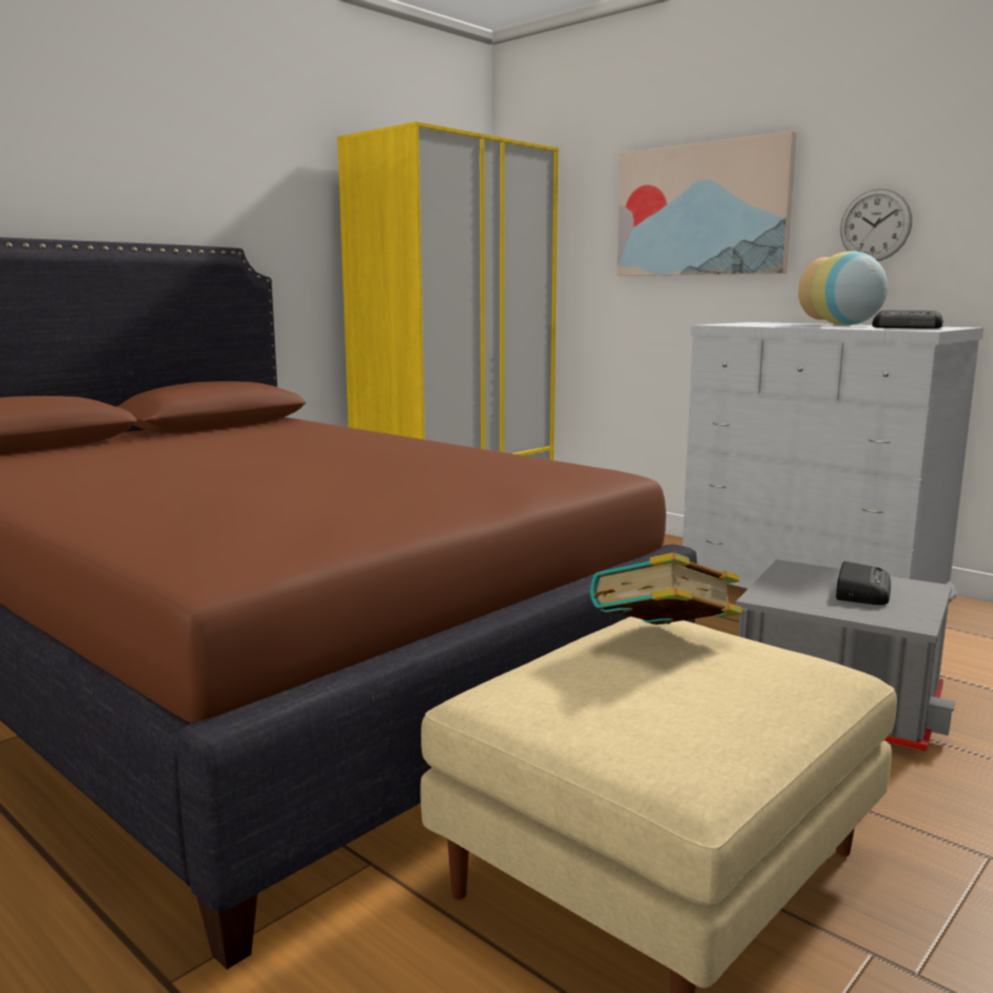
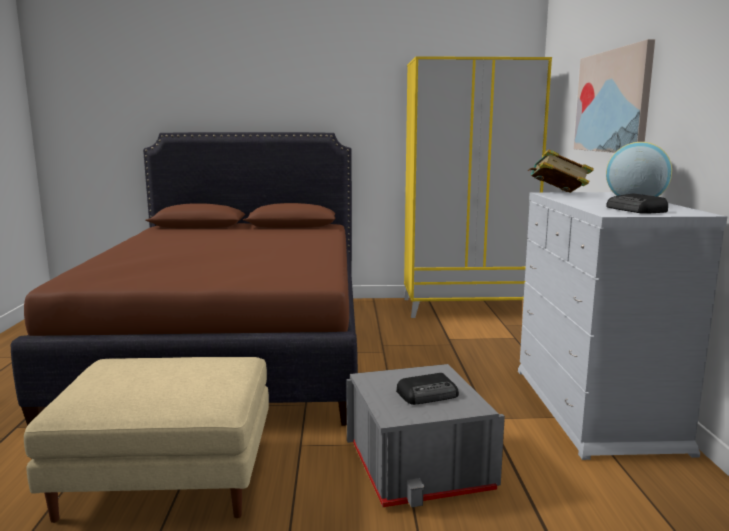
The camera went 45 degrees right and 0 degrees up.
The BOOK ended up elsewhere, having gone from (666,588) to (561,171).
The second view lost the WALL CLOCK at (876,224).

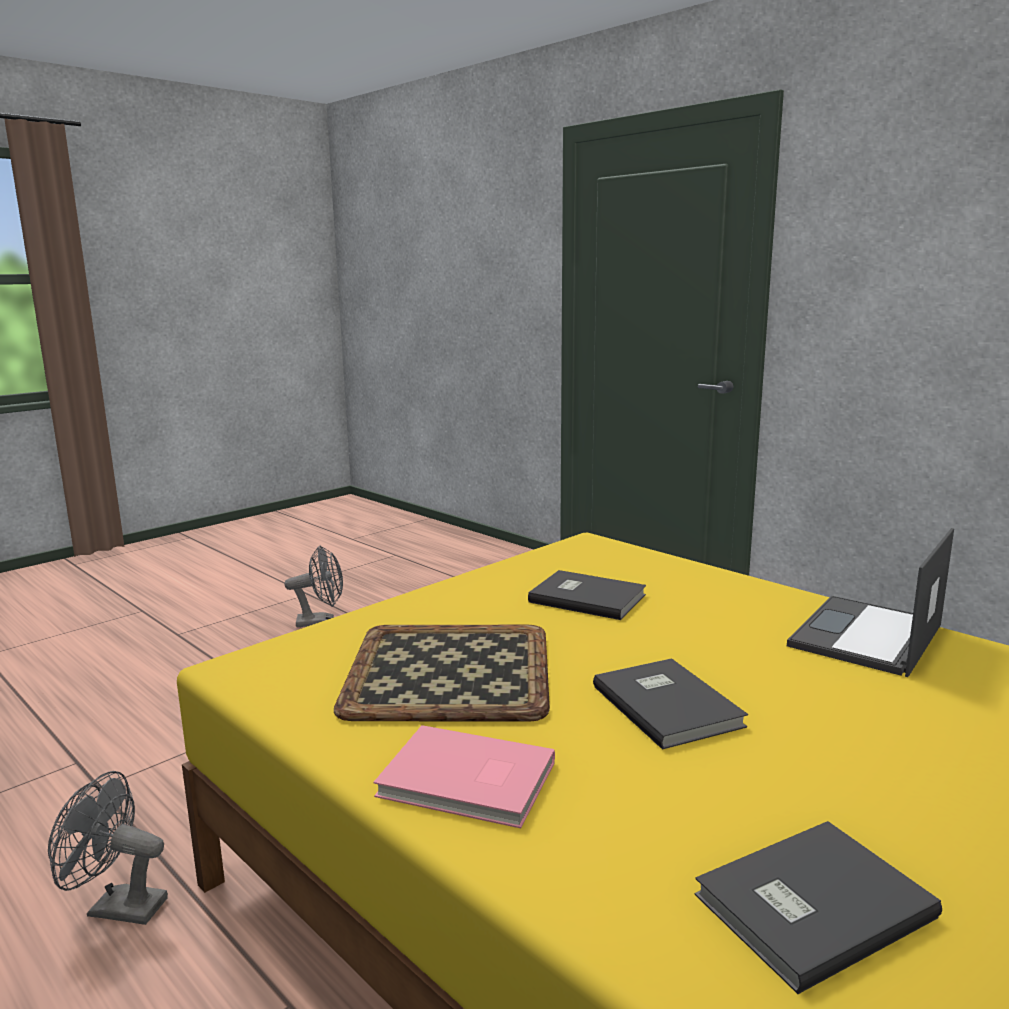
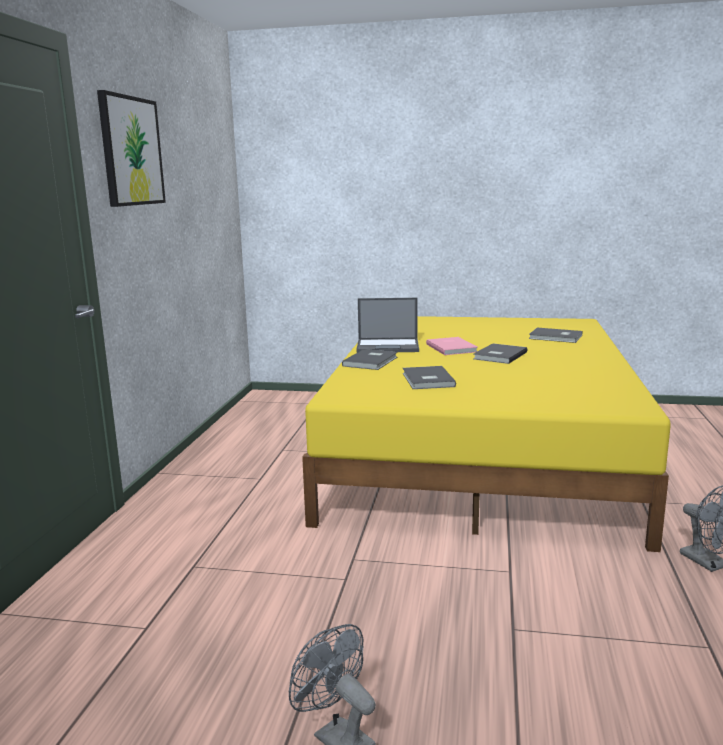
The camera went 125 degrees left and 0 degrees up.
The second view lost the TRAY at (442,673).
The PINK BOOK ended up elsewhere, having gone from (464,776) to (451,346).
The second view gained the PICTURE at (131,148).
The second view gained the GREY BOOK at (369,359).

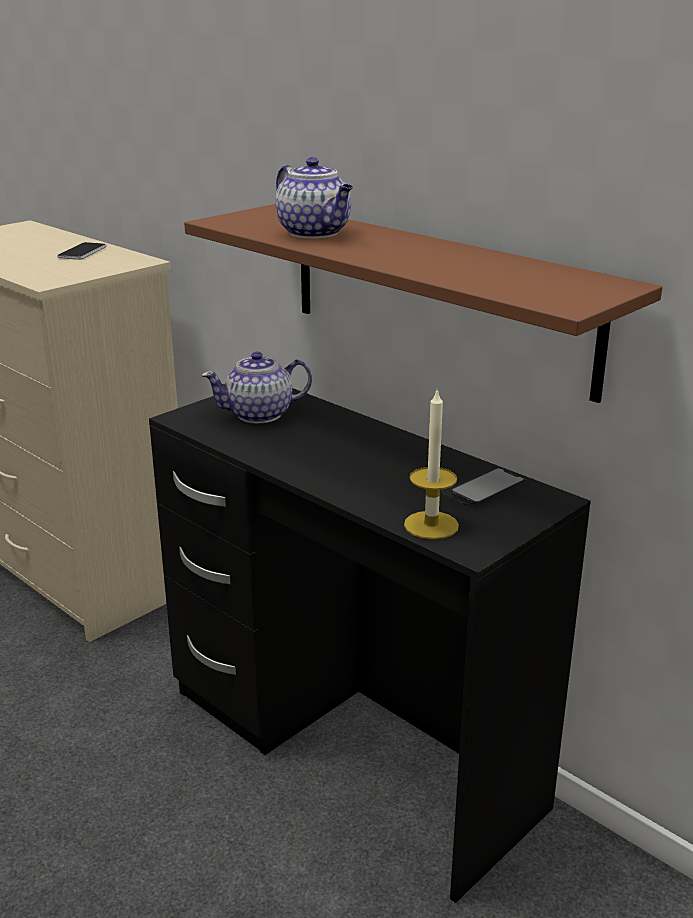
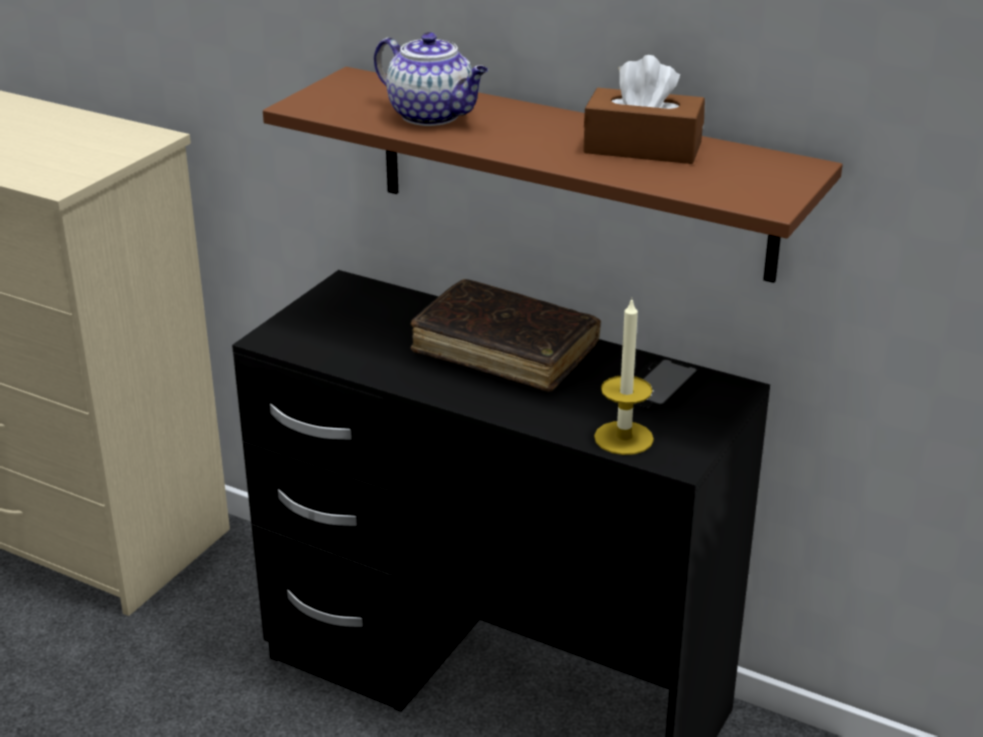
The camera went 15 degrees left and 5 degrees up.
The second view lost the PHONE at (82,251).
The second view lost the TEAPOT at (256,387).
The second view gained the BROWN BOOK at (505,335).
The second view gained the BROWN TISSUE BOX at (644,109).

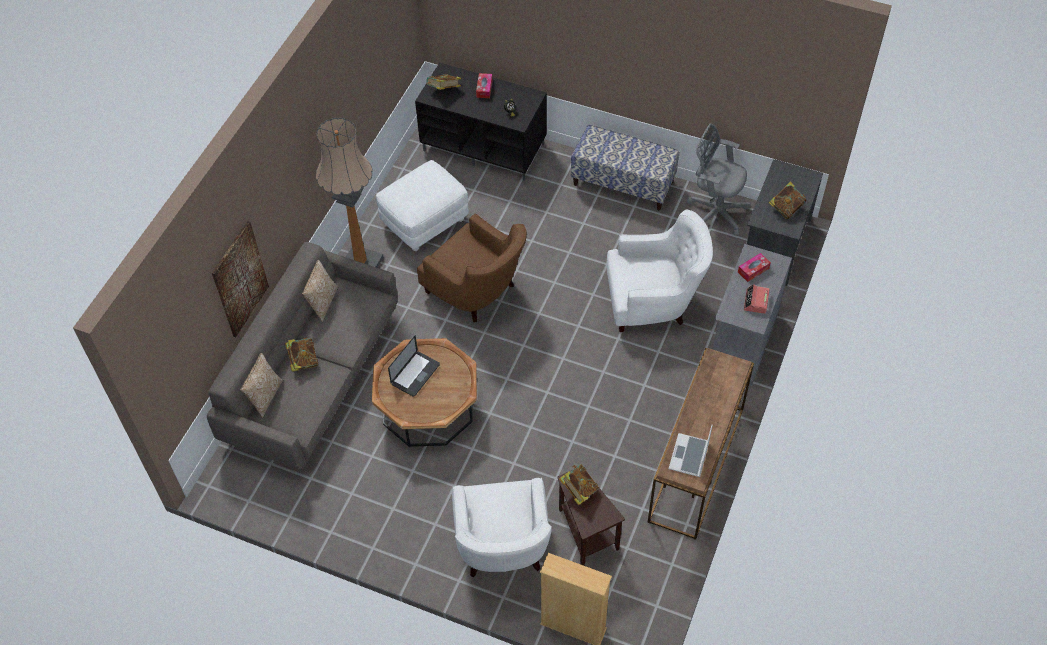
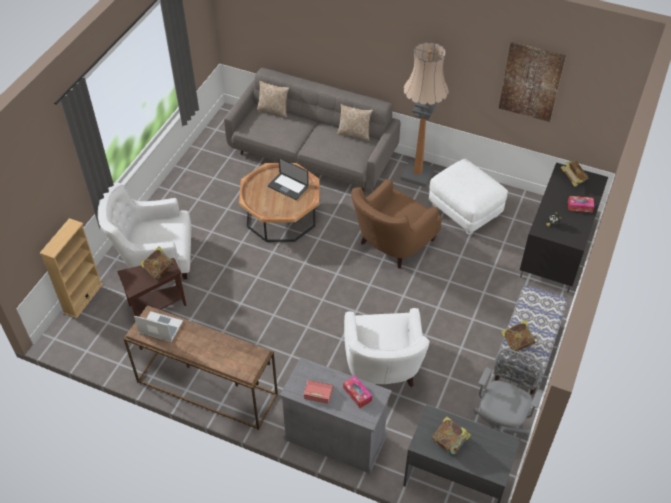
The camera went 90 degrees right and 5 degrees down.
The PICTURE ended up elsewhere, having gone from (240,279) to (532,82).
The BOOK ended up elsewhere, having gone from (302,355) to (519,336).

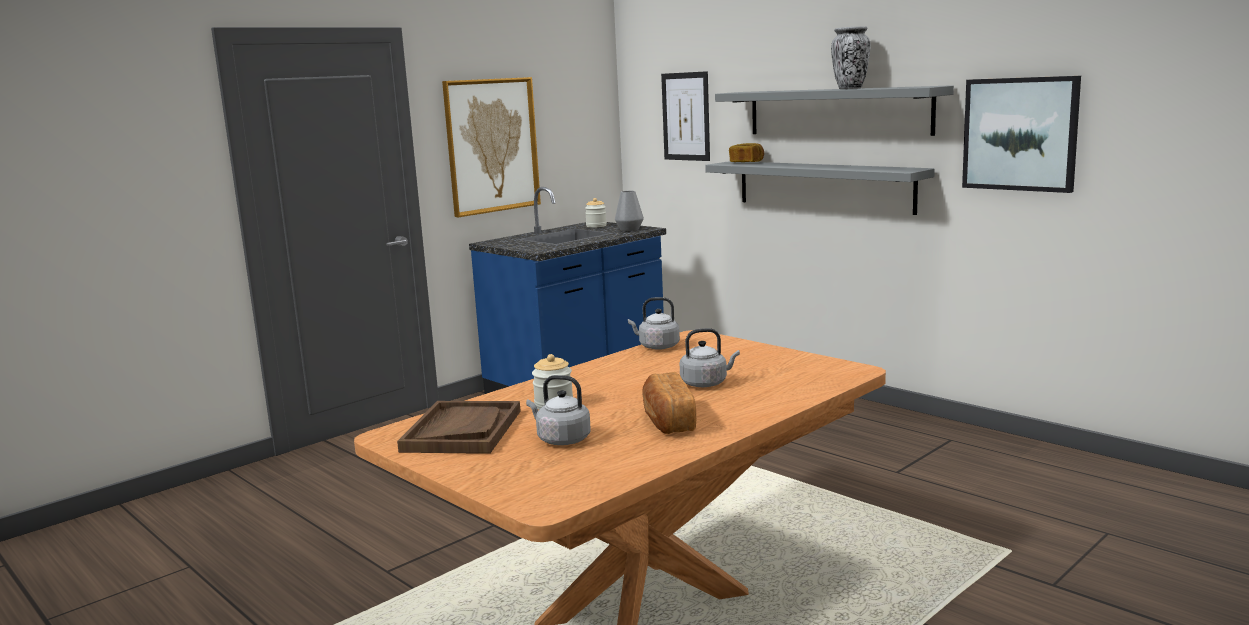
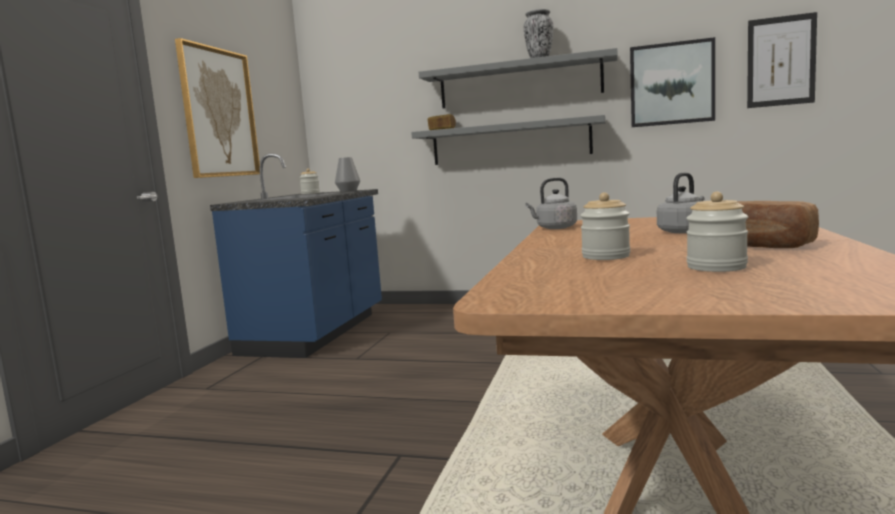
The camera went 30 degrees left and 5 degrees down.
The second view lost the BROWN TRAY at (459,427).
Where the GREY KETTLE stood at (558,410), the JAR came to stand at (717,232).
The PICTURE ended up elsewhere, having gone from (685,116) to (782,60).

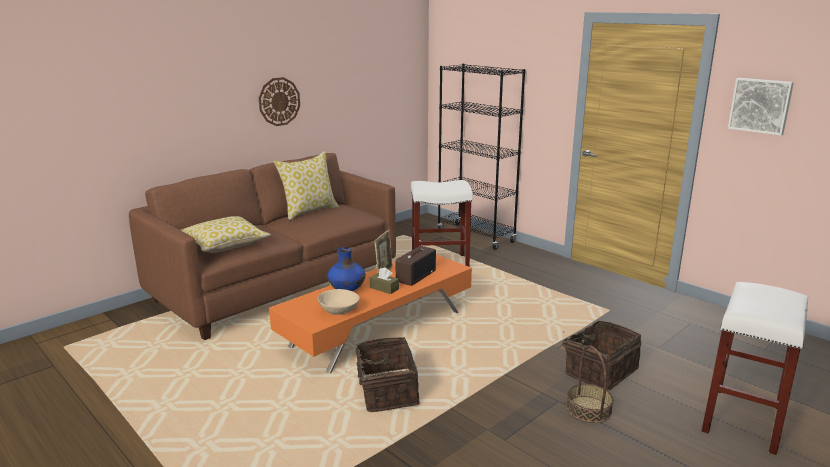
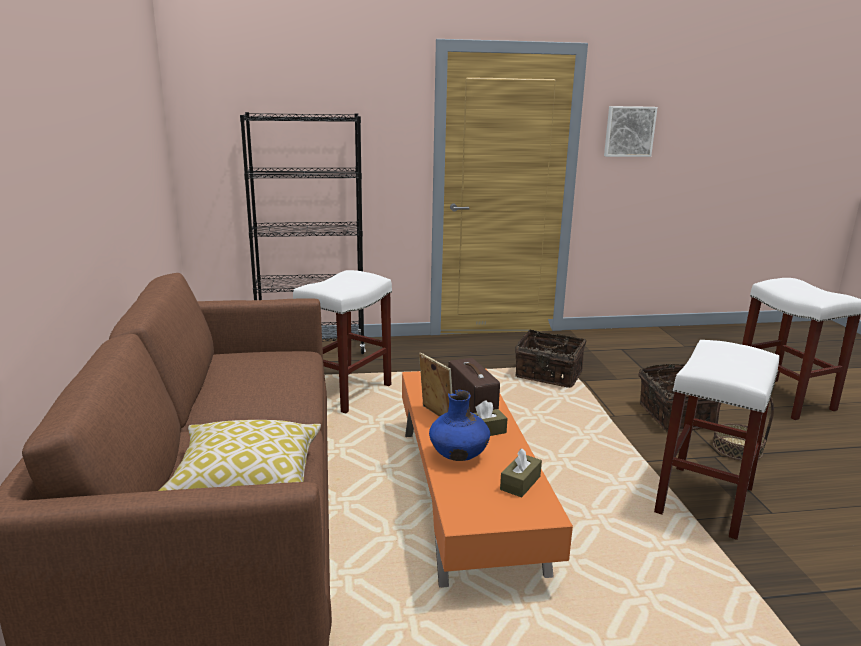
The camera went 55 degrees left and 0 degrees up.
The second view lost the WALL CLOCK at (279,101).
The second view lost the PILLOW at (306,185).
Where the BEIGE BOWL stood at (339,302), the BROWN TISSUE BOX came to stand at (521,473).
The BASKET ended up elsewhere, having gone from (382,374) to (550,359).
The second view gained the WHITE STOOL at (716,440).

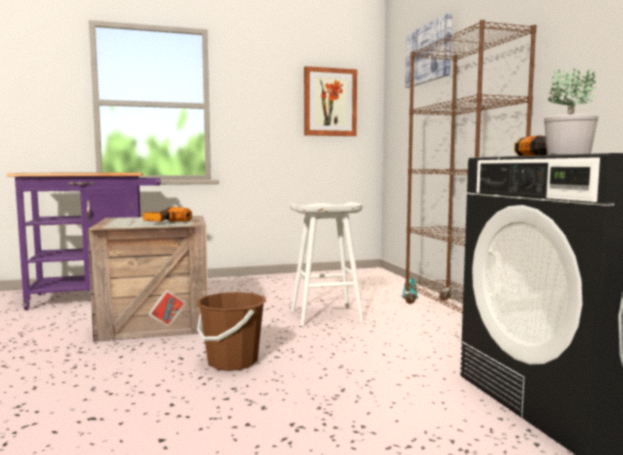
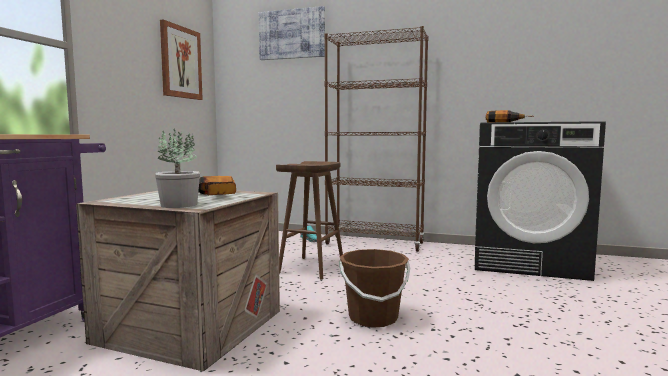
The camera went 55 degrees left and 0 degrees up.
What was the WHITE STOOL at (327,264) turned into the BROWN STOOL at (309,220).
The POTTED PLANT ended up elsewhere, having gone from (571,111) to (177,168).

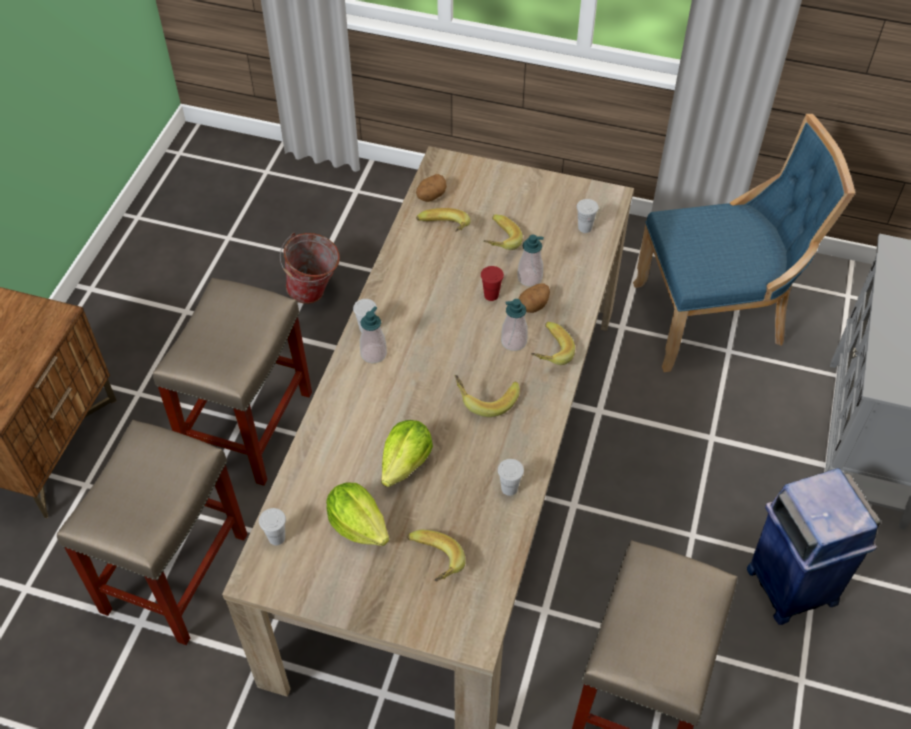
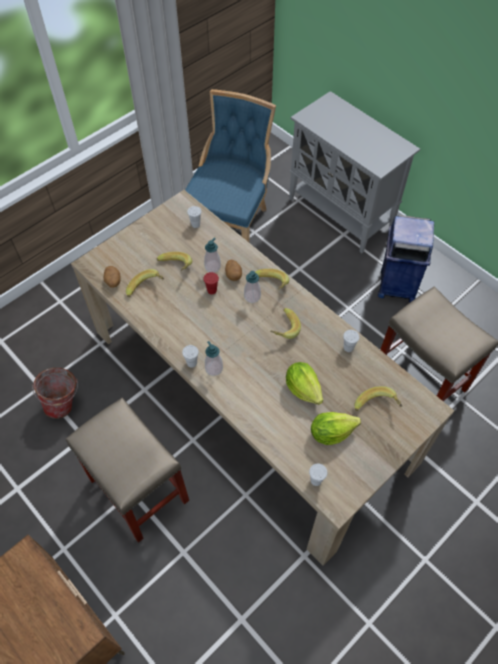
The camera went 60 degrees left and 5 degrees up.
The second view lost the BEIGE STOOL at (152,532).

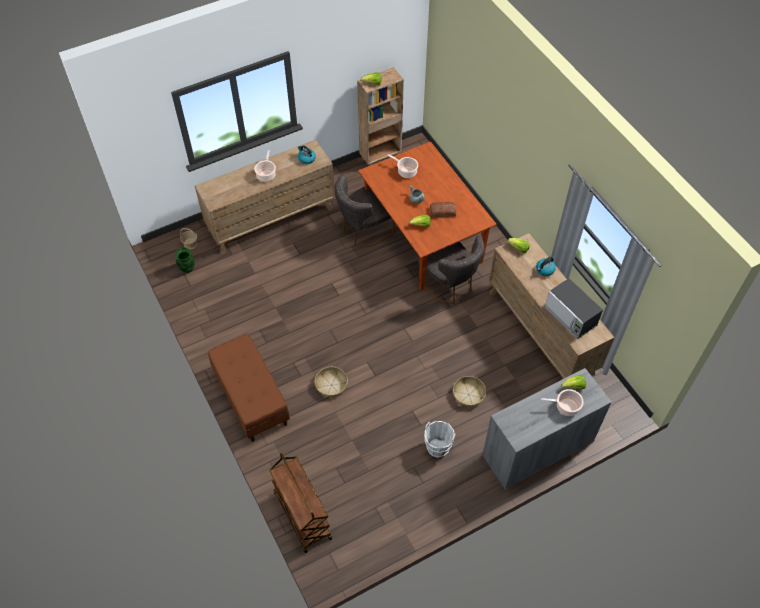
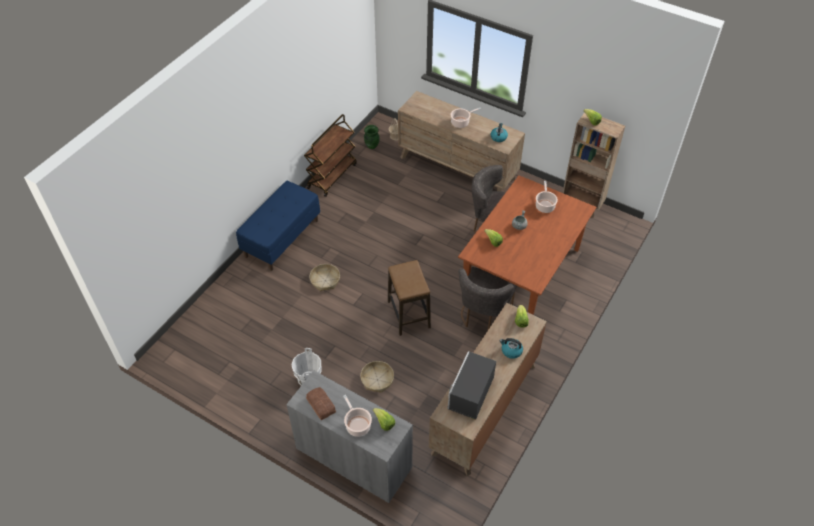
The camera went 60 degrees right and 5 degrees down.
What was the BROWN BENCH at (249,388) turned into the BLUE BENCH at (278,226).
The BROWN CART ended up elsewhere, having gone from (300,503) to (330,155).
The BREAD ended up elsewhere, having gone from (443,210) to (321,403).
The second view gained the STOOL at (409,298).

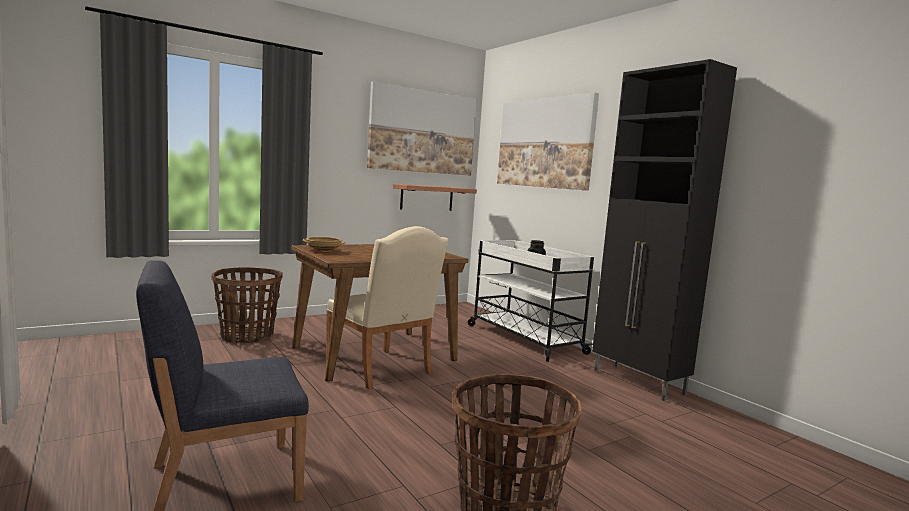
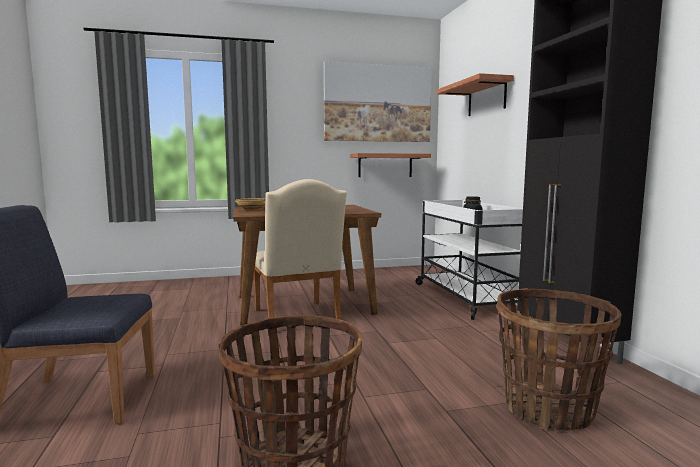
The camera went 20 degrees right and 0 degrees up.
The BASKET ended up elsewhere, having gone from (247,305) to (558,359).
Where the PICTURE hung at (548,141), the SHELF came to hang at (475,94).

